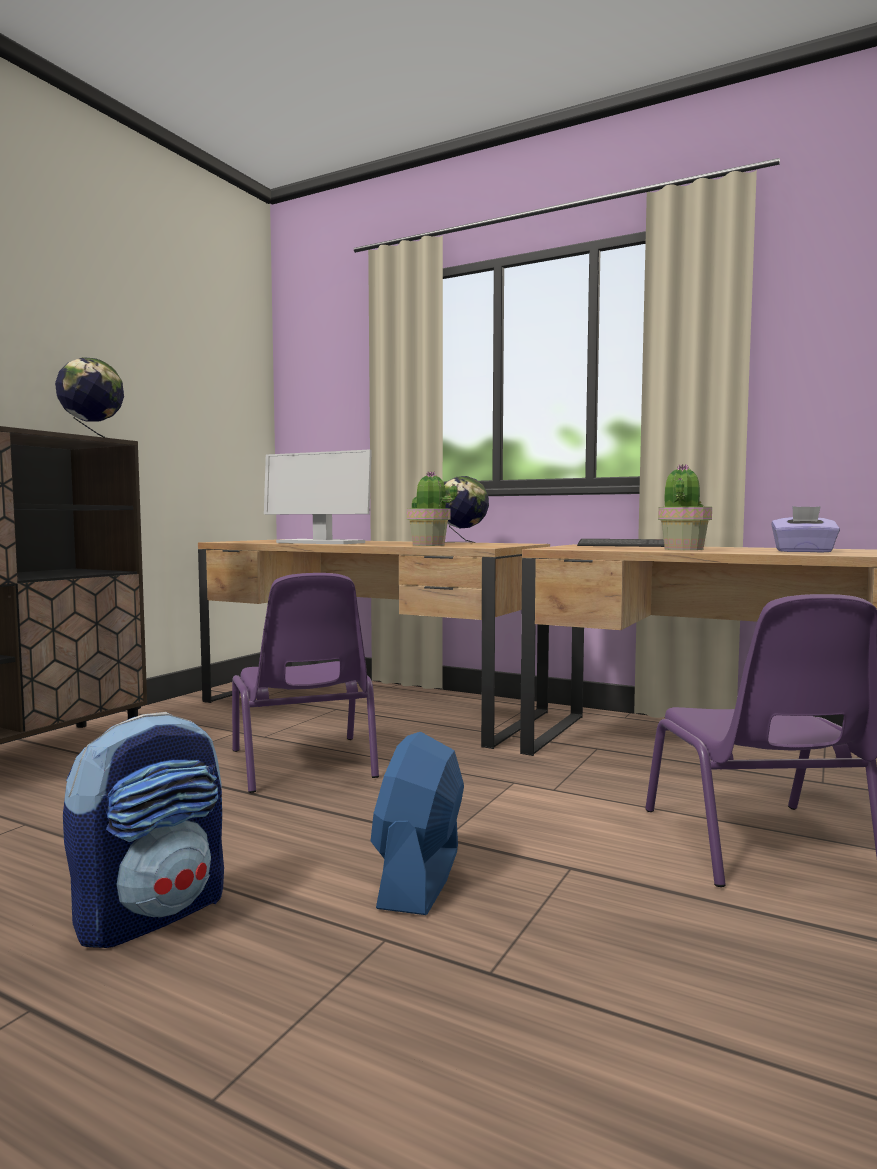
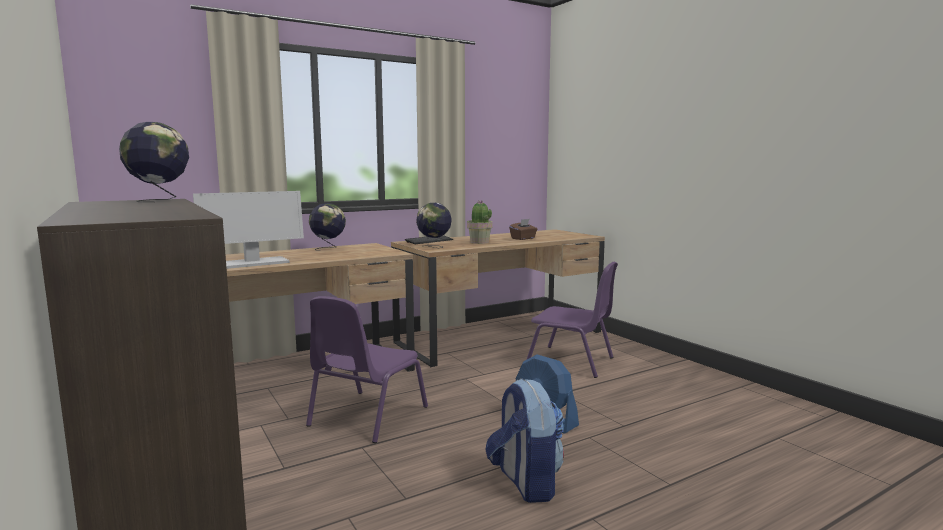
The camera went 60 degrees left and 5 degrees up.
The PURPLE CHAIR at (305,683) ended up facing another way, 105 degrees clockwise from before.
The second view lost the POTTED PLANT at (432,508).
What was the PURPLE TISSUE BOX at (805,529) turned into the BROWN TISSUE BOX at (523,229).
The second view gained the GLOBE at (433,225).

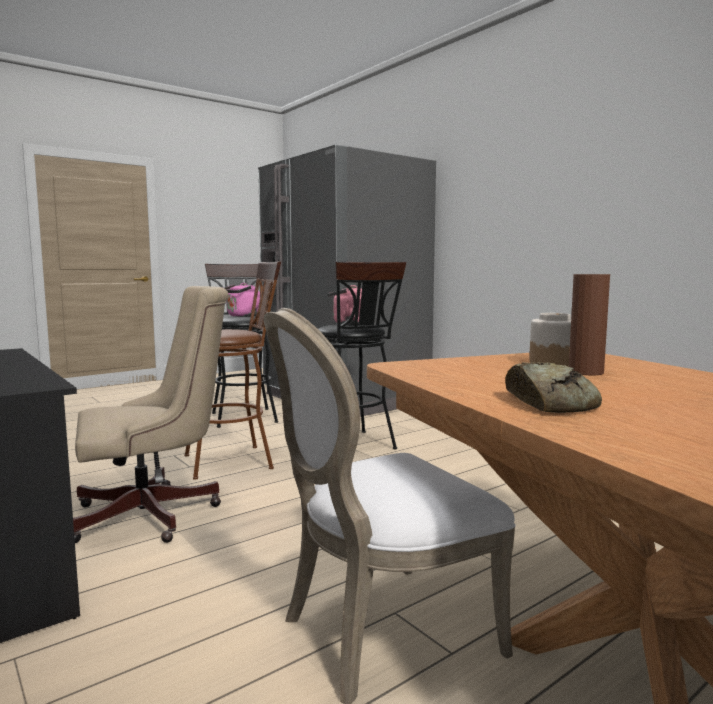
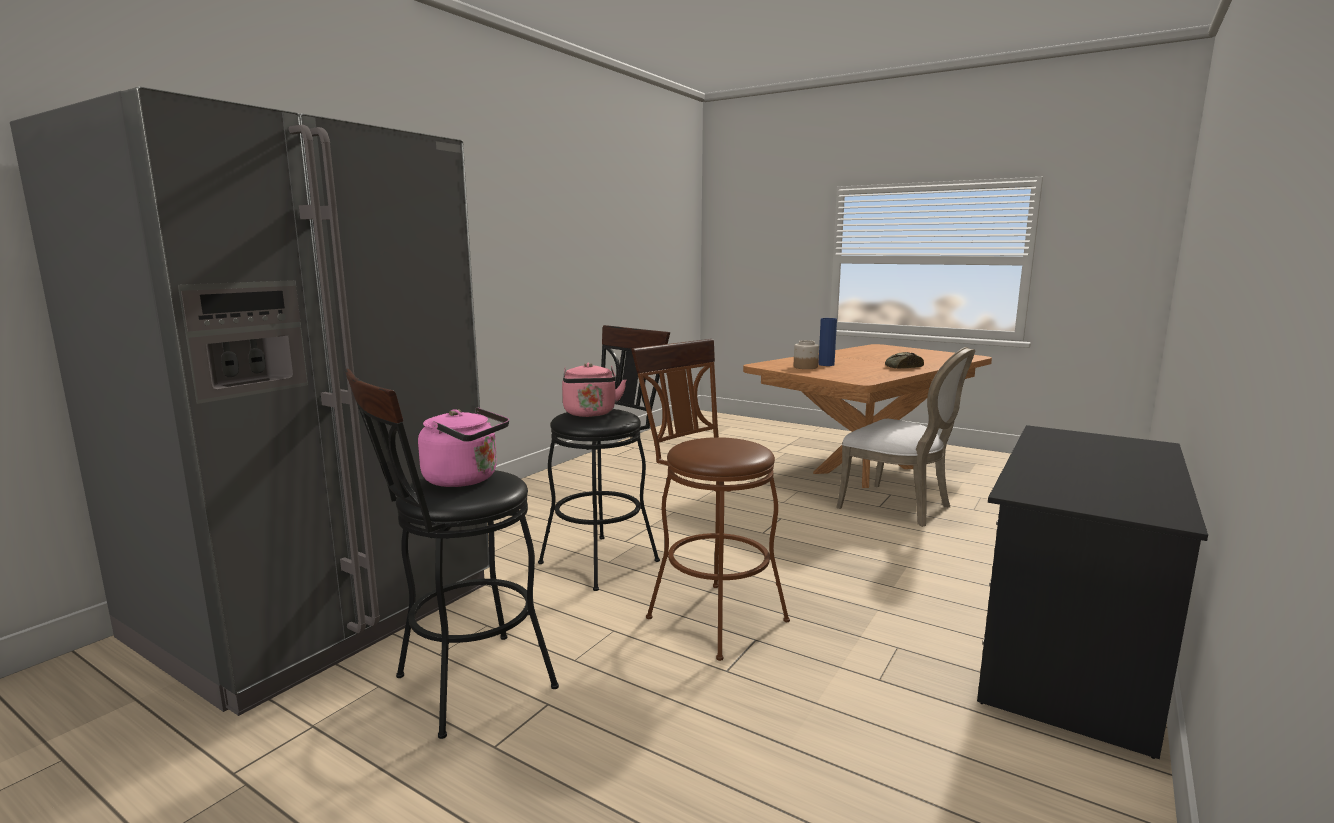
The camera went 110 degrees left and 5 degrees up.
The second view lost the BEIGE OFFICE CHAIR at (151,414).
What was the BROWN VASE at (589,324) turned into the BLUE VASE at (827,342).

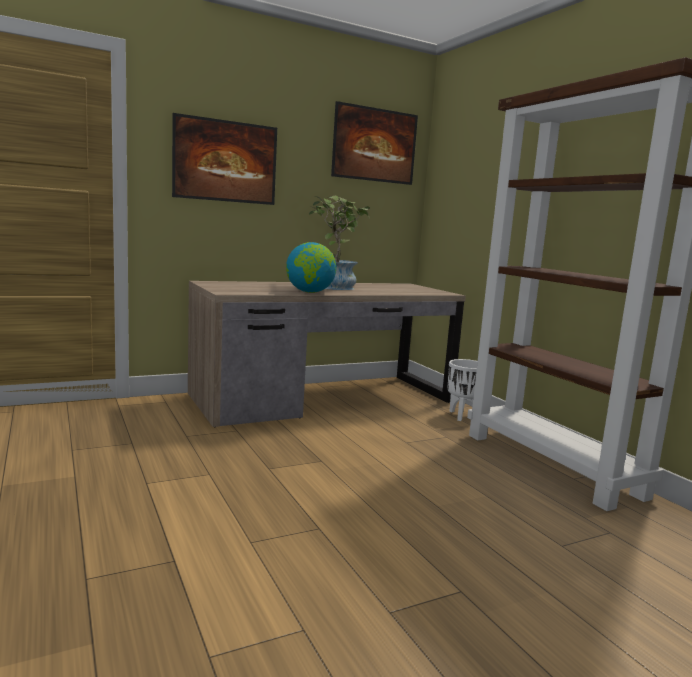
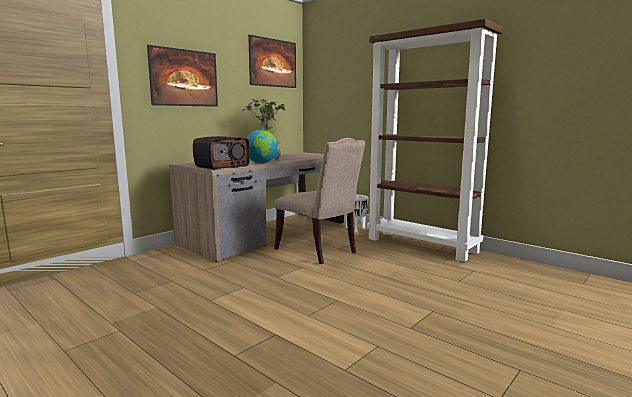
The camera went 20 degrees left and 0 degrees up.
The second view gained the RADIO at (221,153).
The second view gained the BEIGE CHAIR at (319,201).

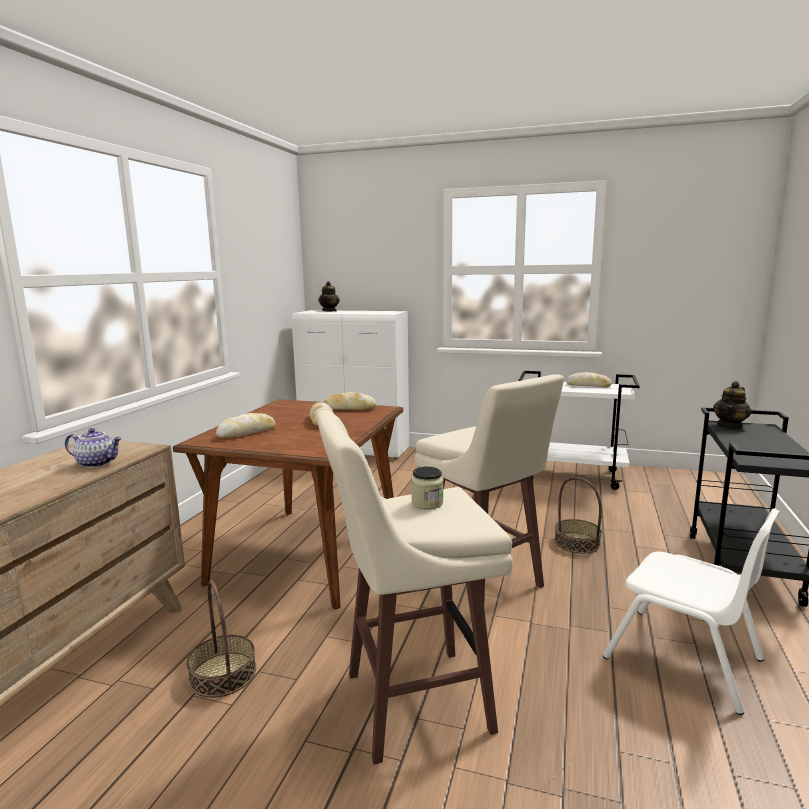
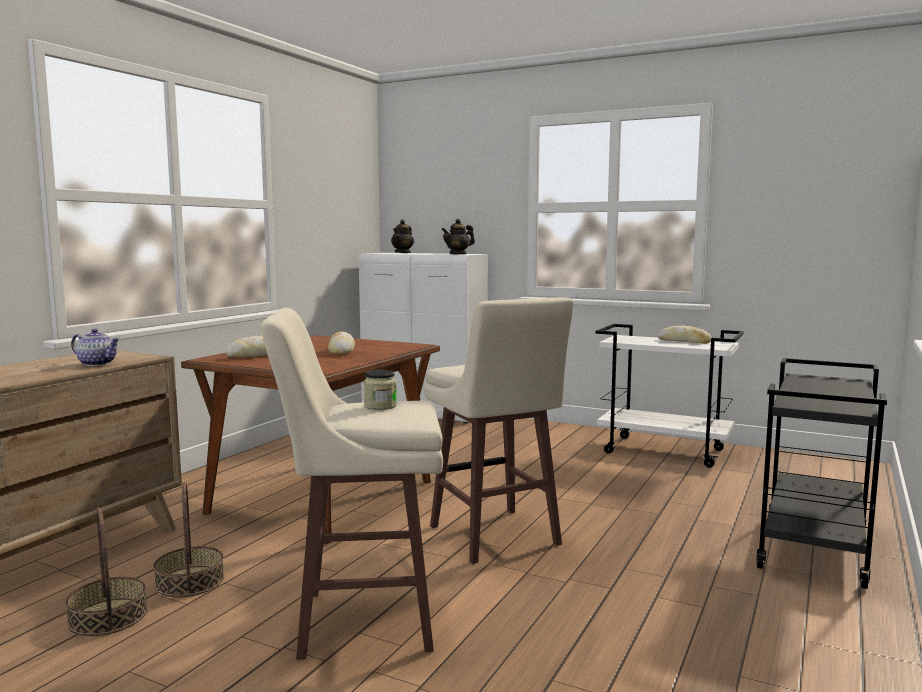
The camera went 10 degrees right and 5 degrees down.
The second view lost the BREAD at (349,401).
The BASKET ended up elsewhere, having gone from (578,515) to (106,572).
The second view lost the WHITE CHAIR at (691,611).
The TEAPOT ended up elsewhere, having gone from (732,405) to (458,237).

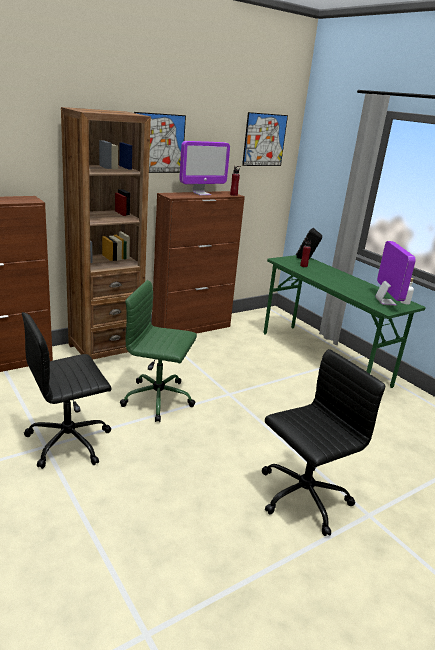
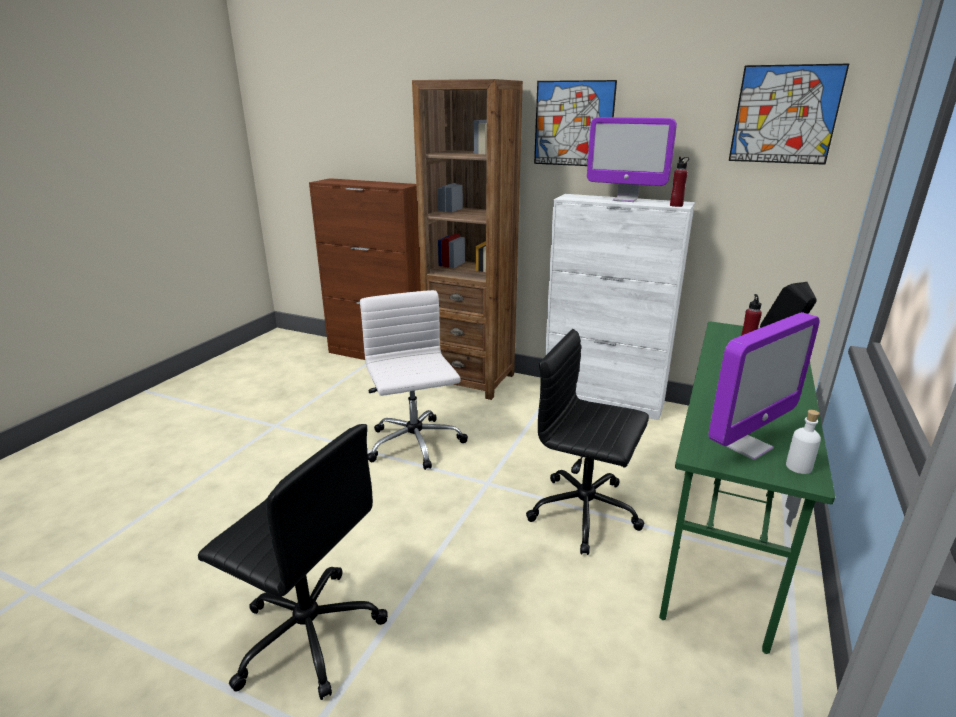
The camera went 60 degrees right and 0 degrees up.
The BLACK OFFICE CHAIR ended up elsewhere, having gone from (66,390) to (587,442).
What was the GREEN OFFICE CHAIR at (158,351) turned into the WHITE OFFICE CHAIR at (414,380).
What was the BROWN CABINET at (198,262) turned into the WHITE CABINET at (620,307).

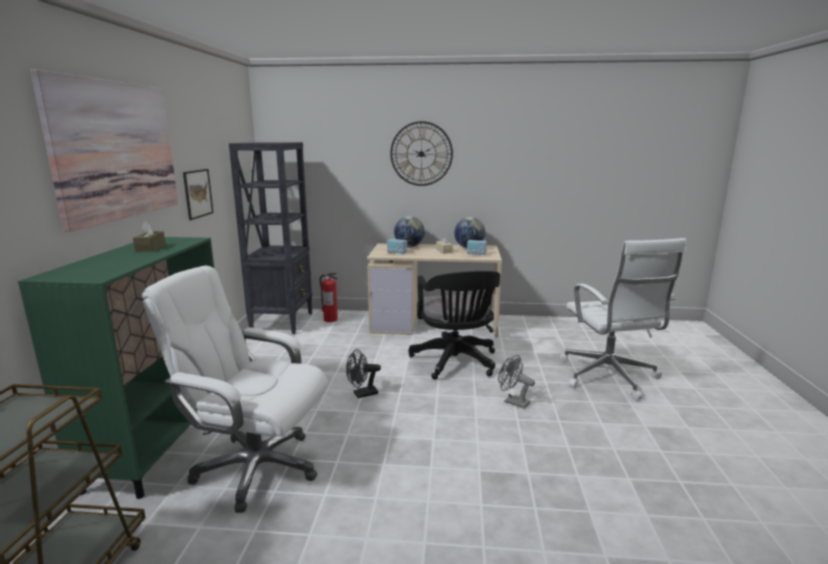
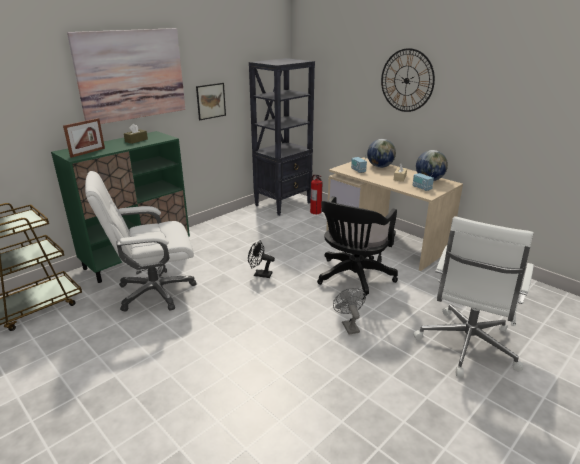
The camera went 40 degrees right and 10 degrees up.
The WHITE OFFICE CHAIR at (235,389) ended up facing another way, 75 degrees counterclockwise from before.
The second view gained the PICTURE FRAME at (84,138).

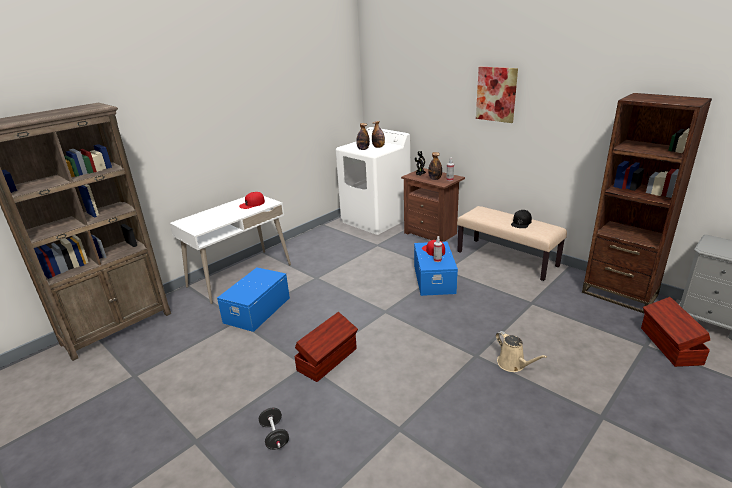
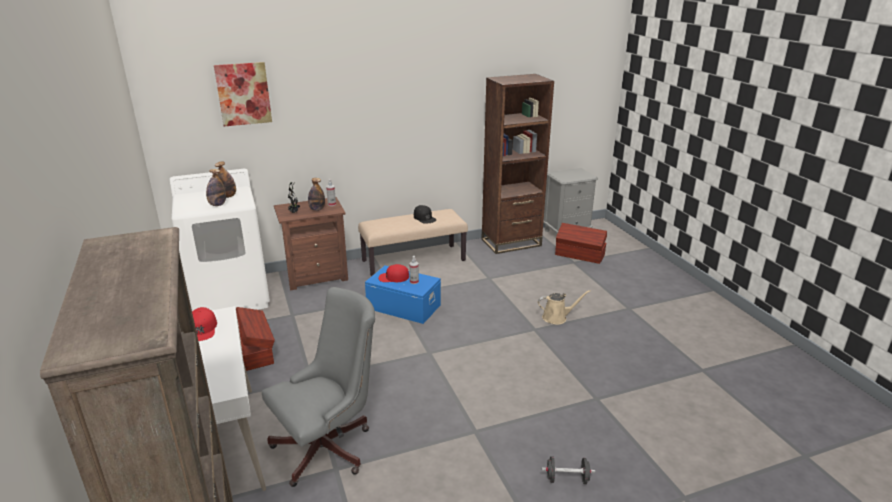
The camera went 65 degrees left and 0 degrees up.
Where the BLUE STORAGE BOX stood at (253,299), the GREY OFFICE CHAIR came to stand at (318,387).
The BROWN STORAGE BOX ended up elsewhere, having gone from (326,347) to (255,339).
The PICTURE ended up elsewhere, having gone from (497,95) to (243,94).

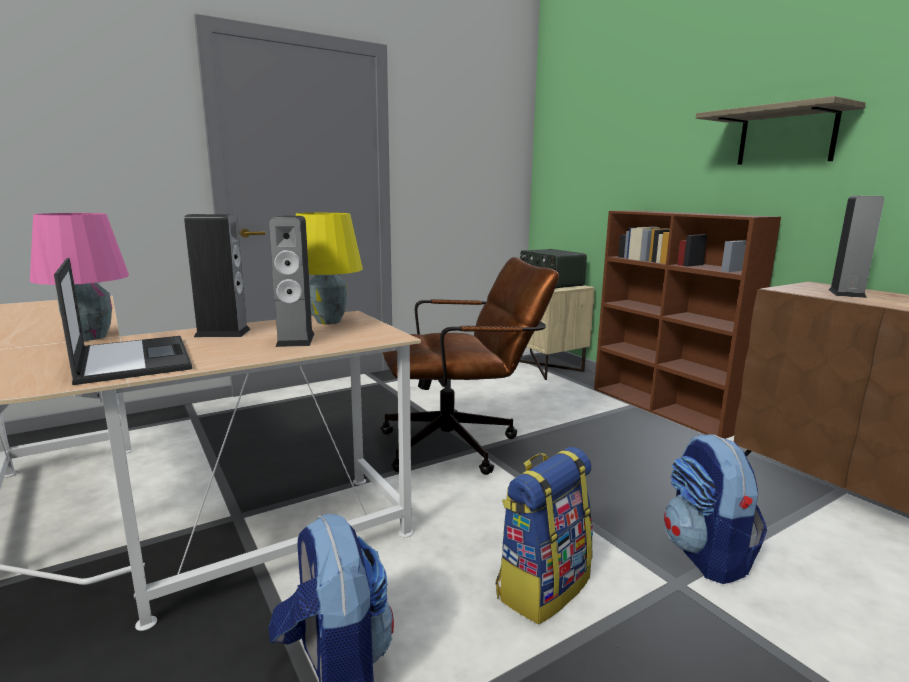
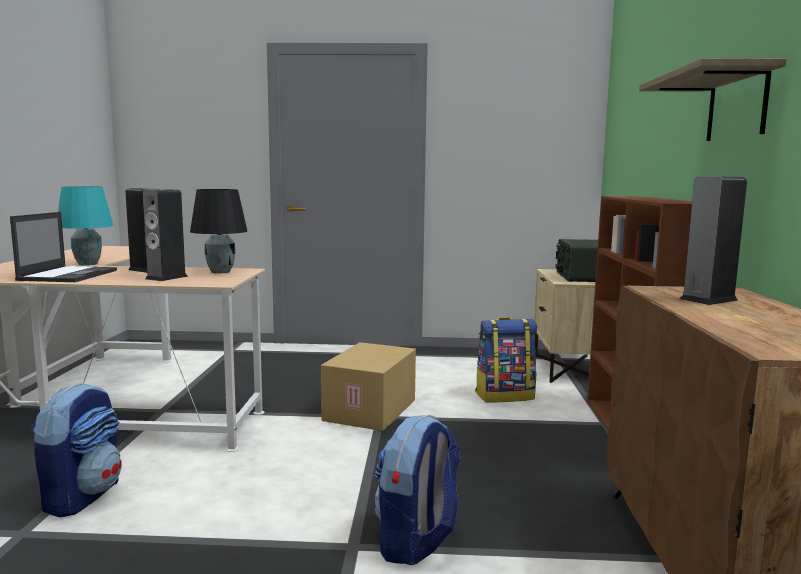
The camera went 35 degrees right and 5 degrees down.
What was the PINK TABLE LAMP at (79,277) turned into the TURQUOISE TABLE LAMP at (85,226).
What was the YELLOW TABLE LAMP at (329,269) turned into the BLACK TABLE LAMP at (218,231).
Where the BROWN OFFICE CHAIR stood at (469,366), the CARDBOARD BOX came to stand at (368,386).
The BACKPACK ended up elsewhere, having gone from (544,535) to (506,359).

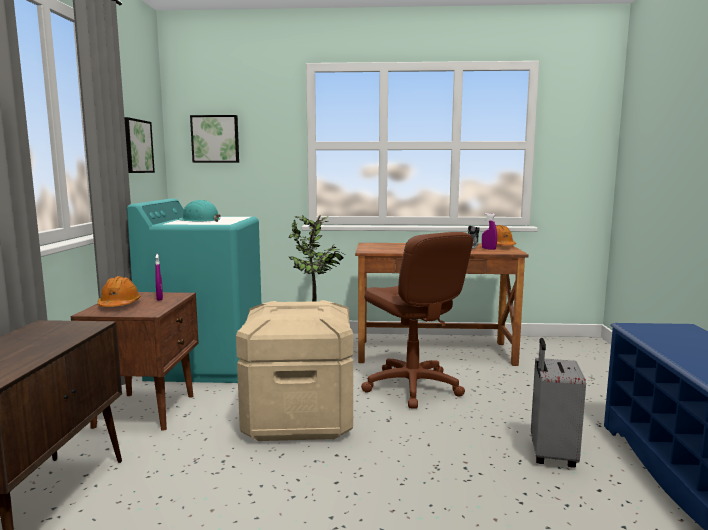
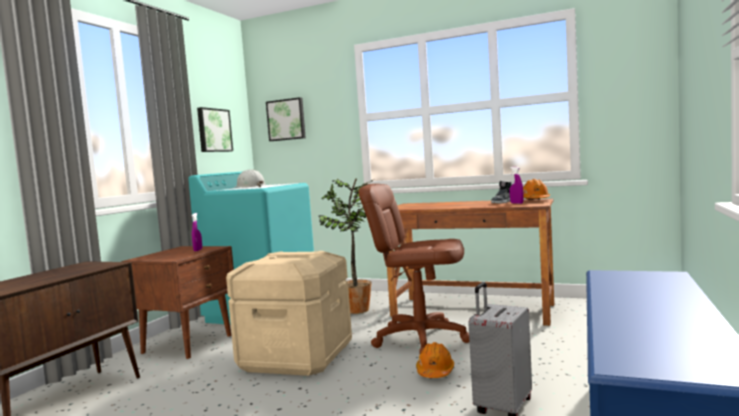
The camera went 20 degrees right and 5 degrees down.
The ORANGE HARD HAT ended up elsewhere, having gone from (119,291) to (435,360).
What was the TURQUOISE HARD HAT at (198,211) turned into the WHITE HARD HAT at (250,178).
The BROWN OFFICE CHAIR at (417,320) ended up facing another way, 120 degrees clockwise from before.

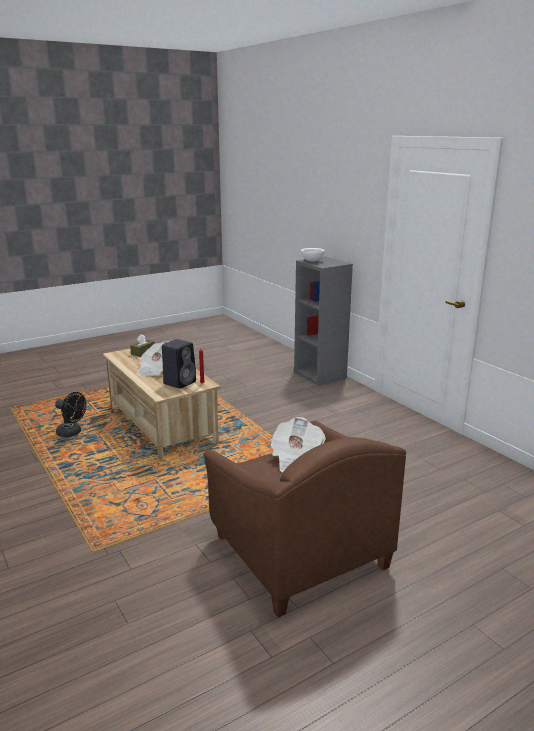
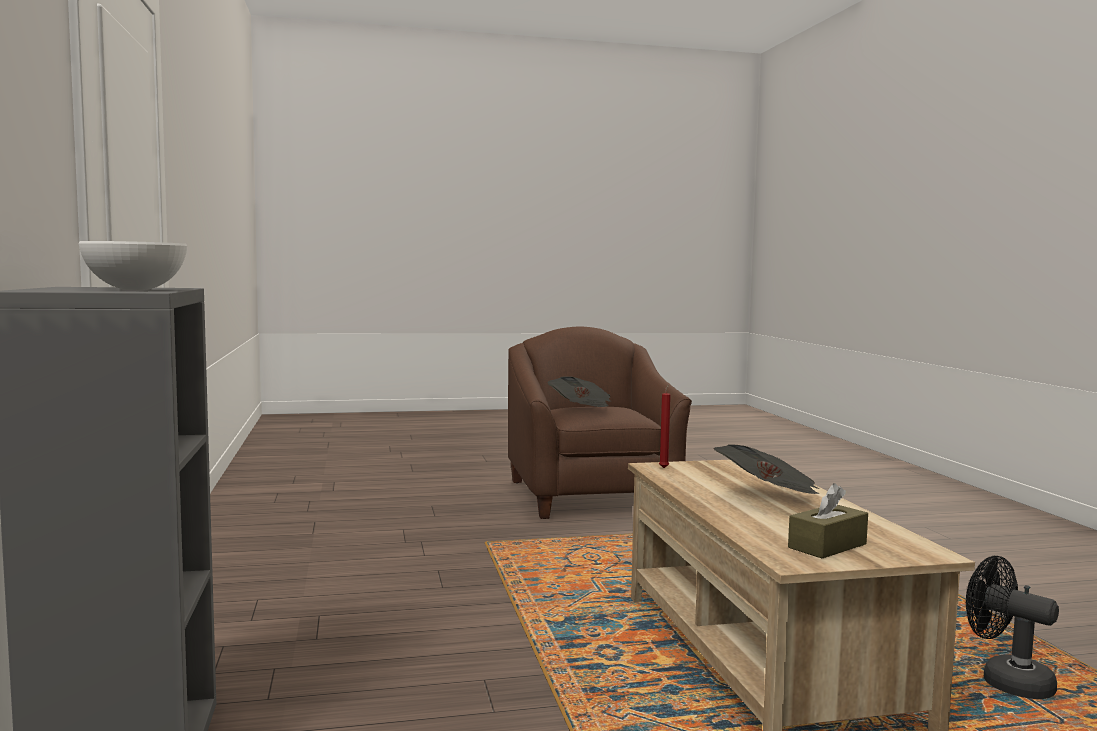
The camera went 160 degrees left and 15 degrees down.
The second view lost the BLACK SPEAKER at (179,364).

